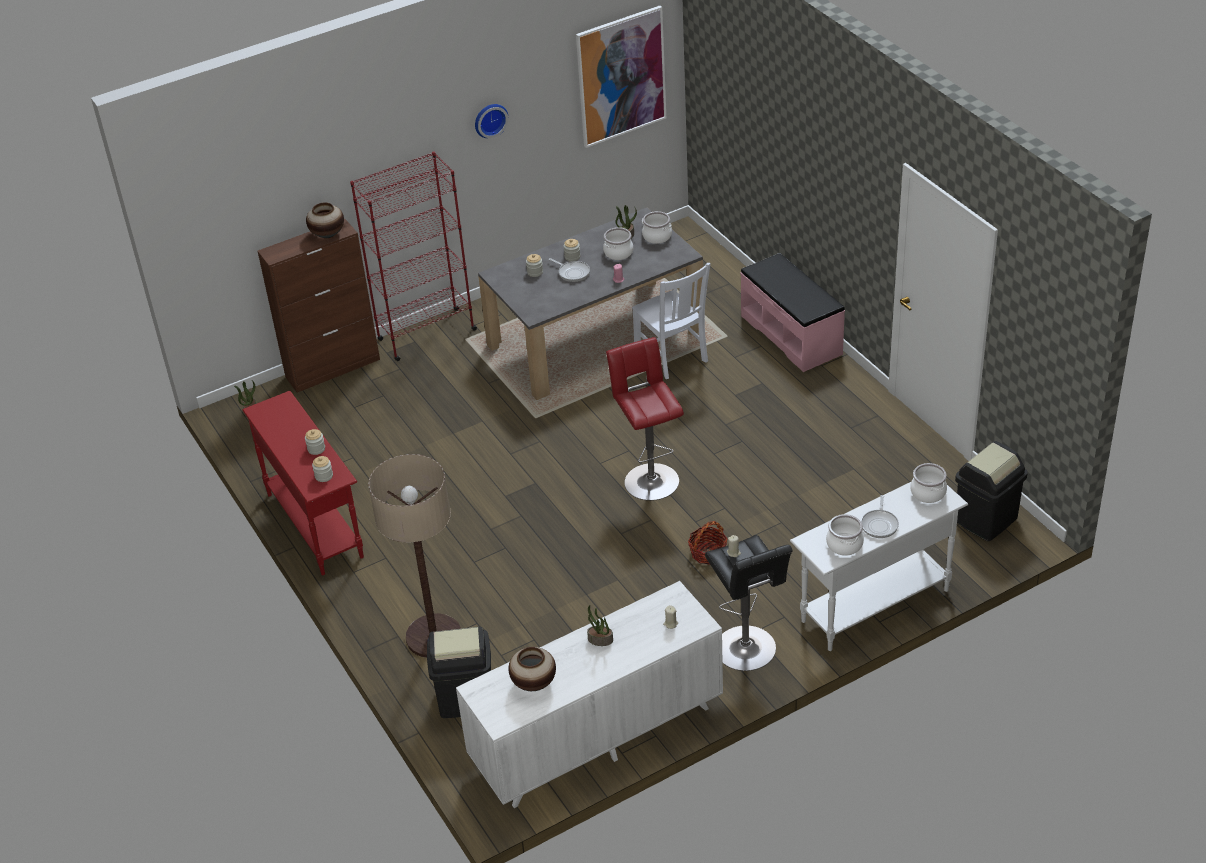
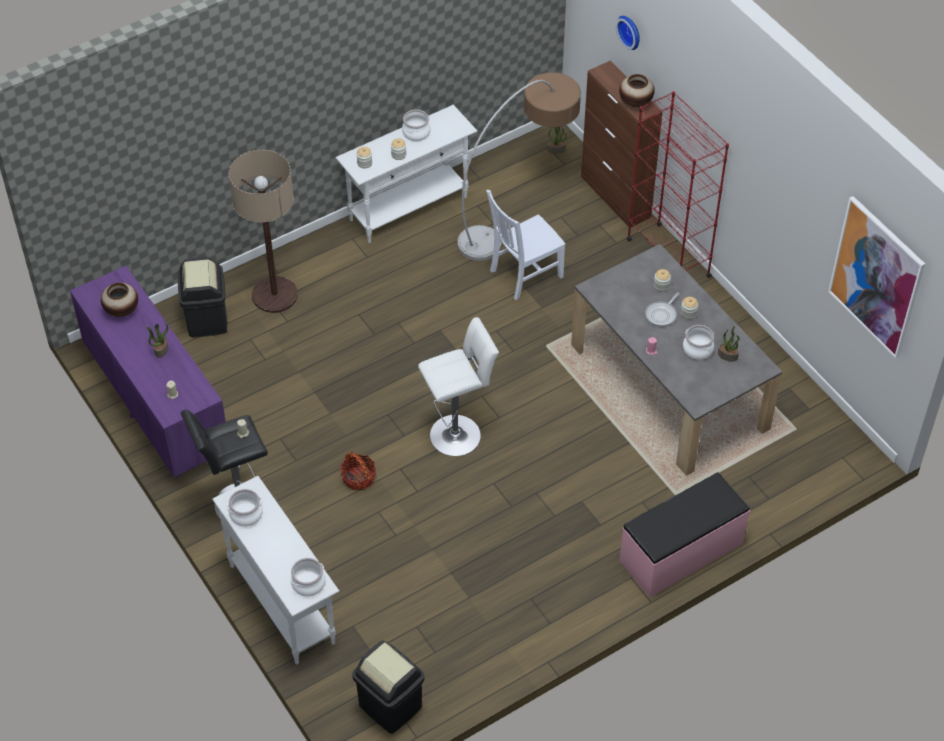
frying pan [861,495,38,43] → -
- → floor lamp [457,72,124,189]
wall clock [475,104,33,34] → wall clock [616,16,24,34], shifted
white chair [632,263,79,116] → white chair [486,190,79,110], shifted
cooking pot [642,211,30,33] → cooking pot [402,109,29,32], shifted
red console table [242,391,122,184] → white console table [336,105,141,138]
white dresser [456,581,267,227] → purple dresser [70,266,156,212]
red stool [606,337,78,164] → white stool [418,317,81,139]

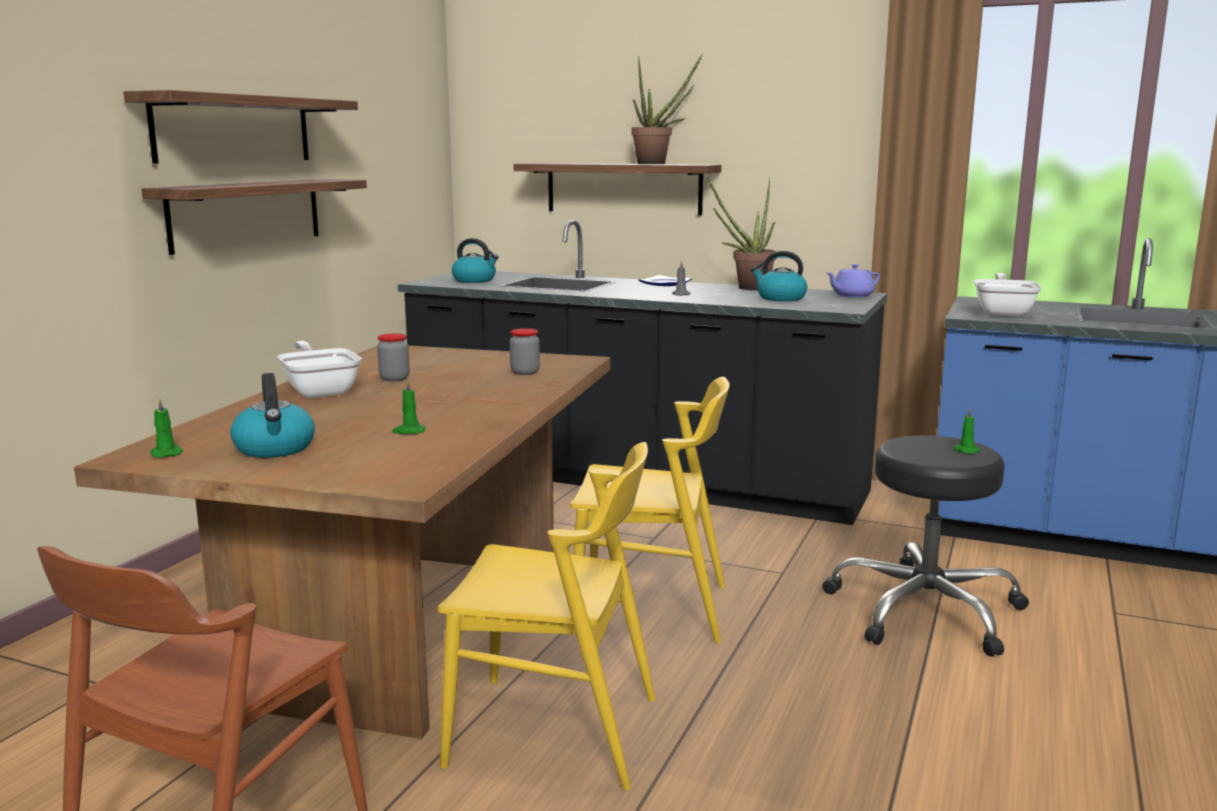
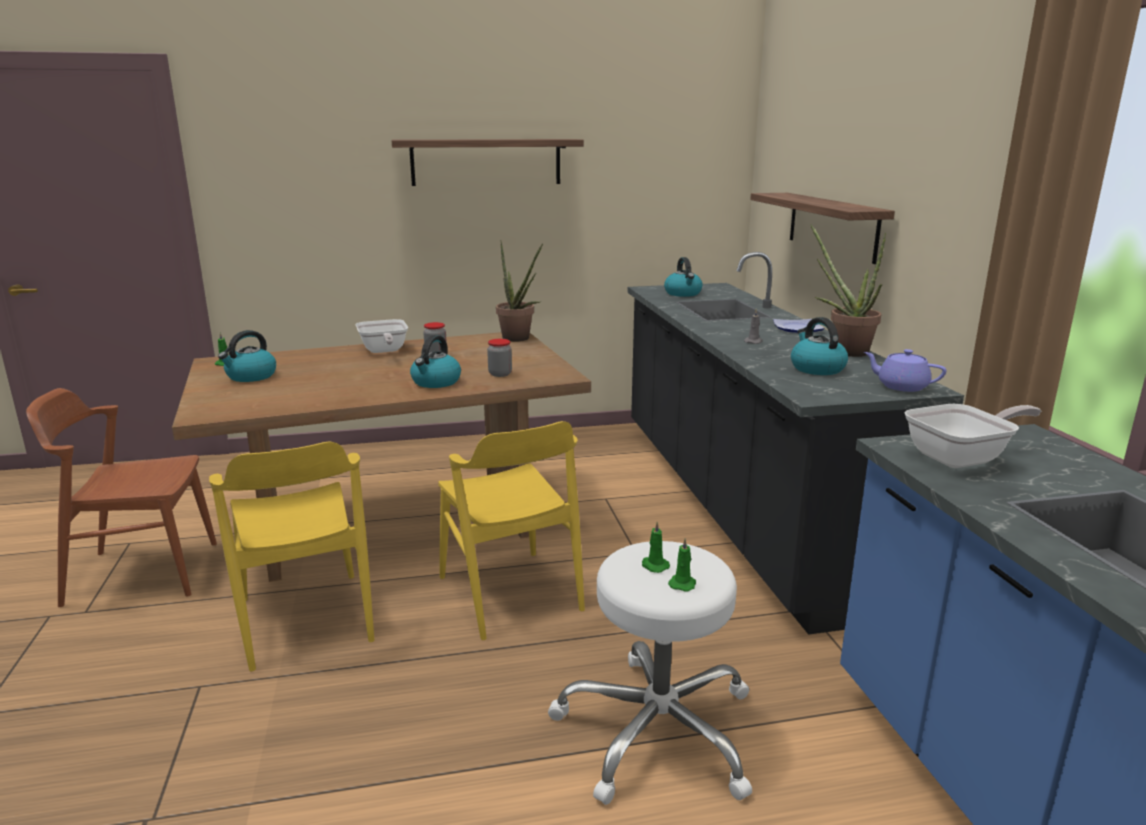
shelf [141,179,226,76] → -
- → kettle [410,335,51,53]
green candle [392,379,34,55] → green candle [642,521,28,52], shifted
potted plant [631,54,72,110] → potted plant [496,240,47,102], shifted
black stool [822,435,207,221] → white stool [548,541,204,264]
frying pan [277,341,85,57] → frying pan [355,319,53,34], 135 degrees clockwise

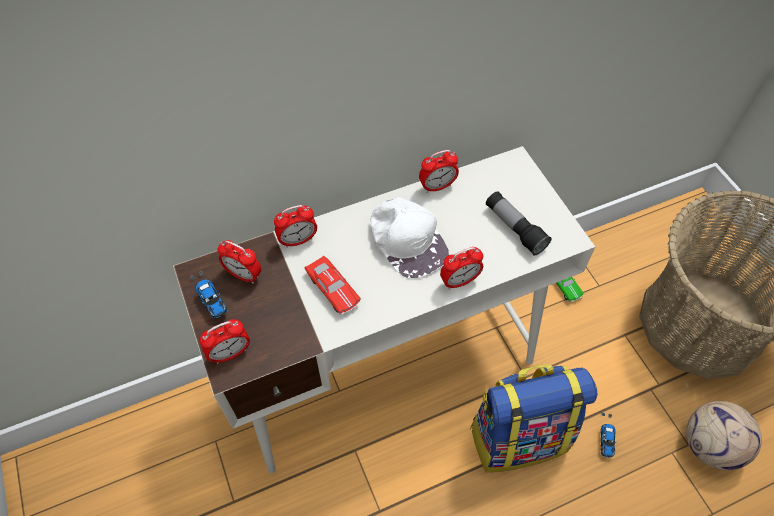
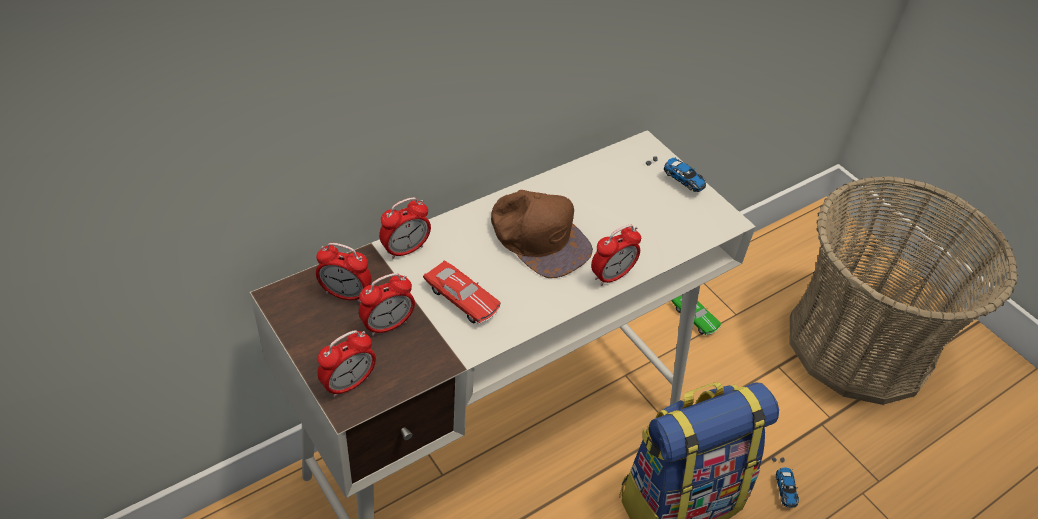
flashlight [486,191,66,65] → -
football [686,401,76,69] → -
toy car [190,271,37,48] → toy car [646,157,60,35], shifted
alarm clock [419,150,40,43] → alarm clock [359,273,56,63], shifted
white cap [371,197,78,82] → brown cap [491,190,102,88]

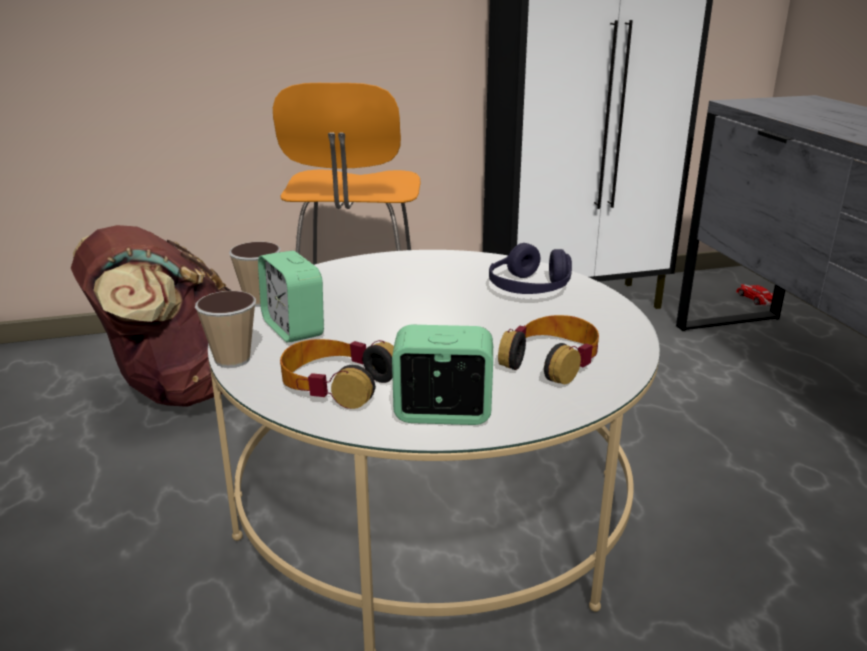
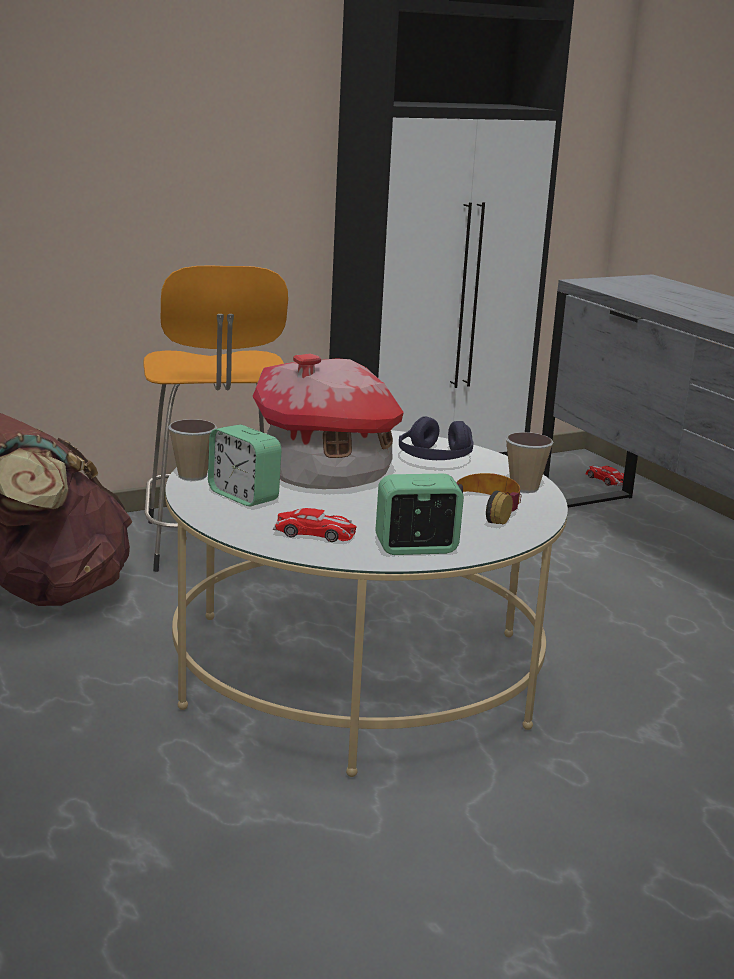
- → toy house [252,353,152,136]
cup [195,291,61,77] → cup [506,432,48,61], shifted
headphones [280,339,114,70] → toy car [273,508,83,34]

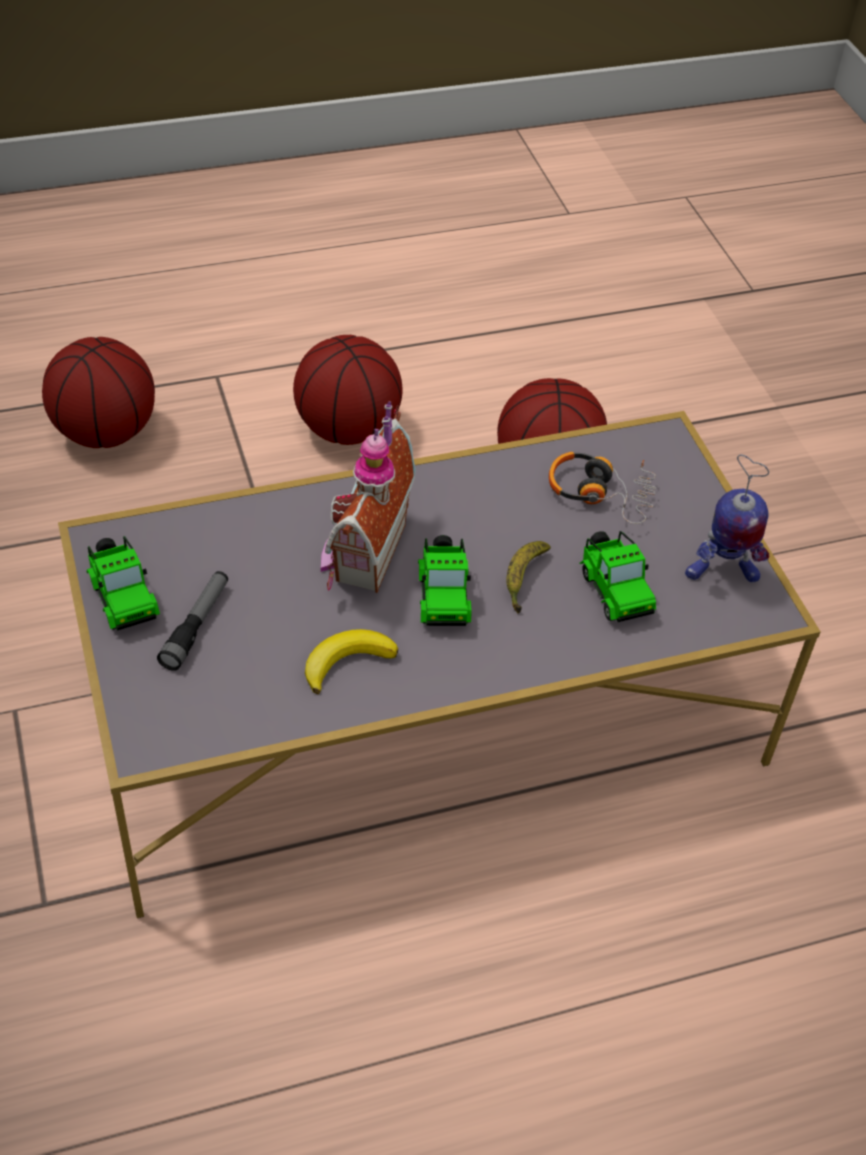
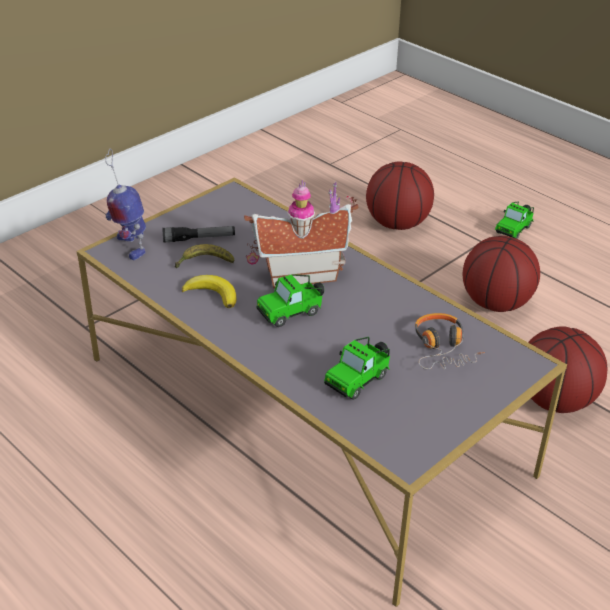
toy car [87,536,73,94] → toy car [495,202,39,37], shifted
banana [506,541,45,73] → banana [175,244,60,24], shifted
toy robot [685,455,84,128] → toy robot [105,148,41,112], shifted

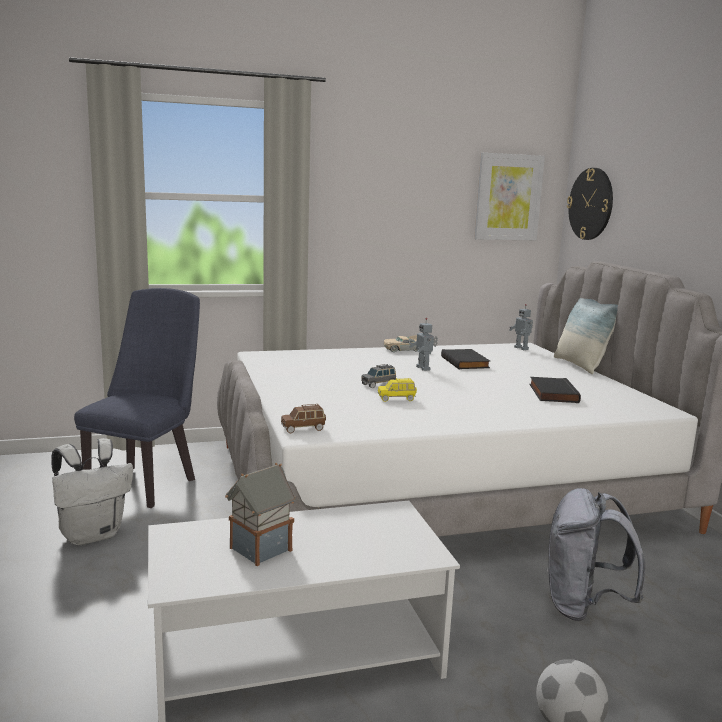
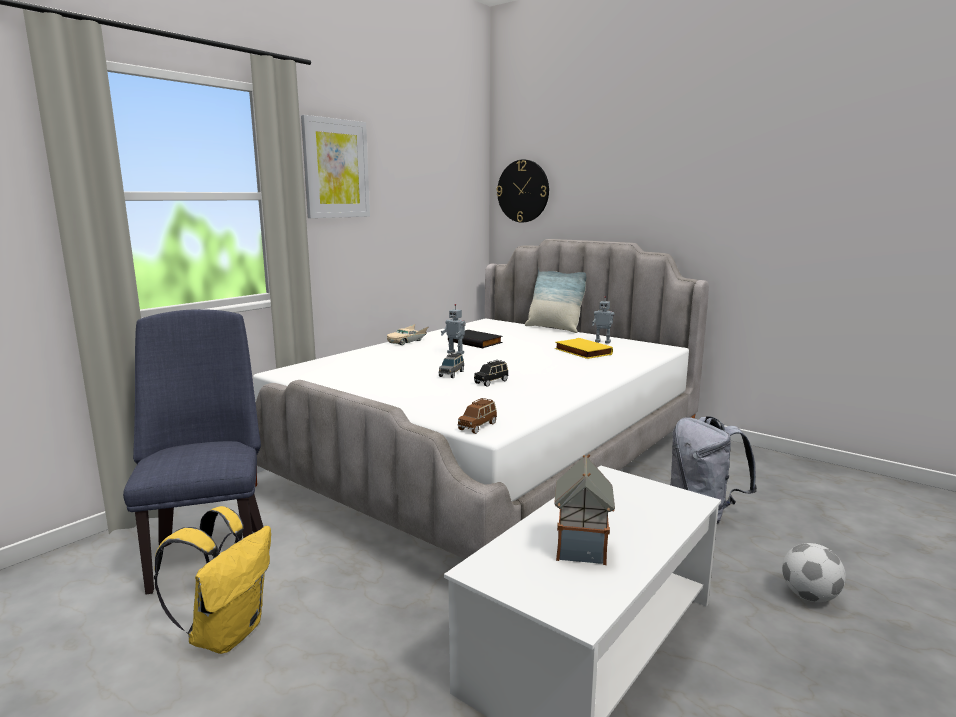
picture [474,153,71,87] → picture [301,115,69,103], shifted
toy robot [510,304,23,46] → toy robot [592,296,23,48], shifted
white backpack [51,438,82,107] → yellow backpack [154,506,117,148]
yellow toy car [378,378,39,24] → black toy car [474,360,34,26]
black book [529,377,52,26] → yellow book [555,338,58,21]

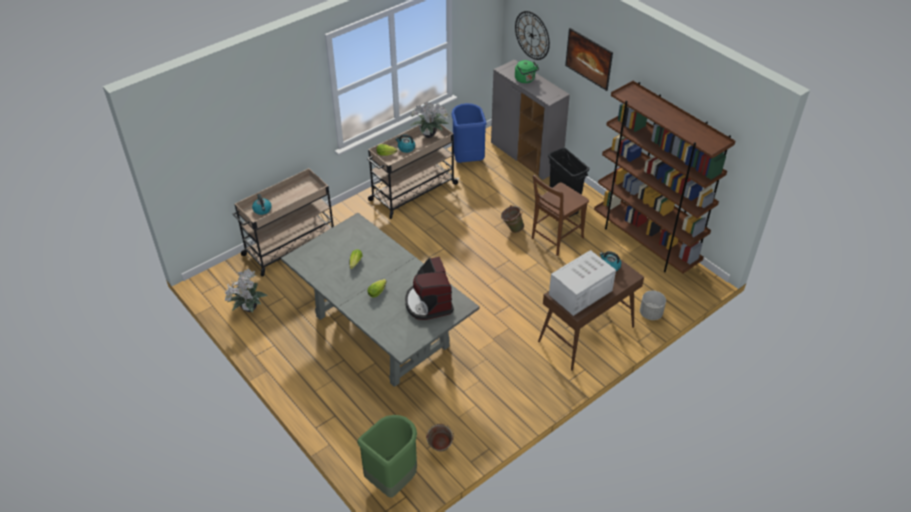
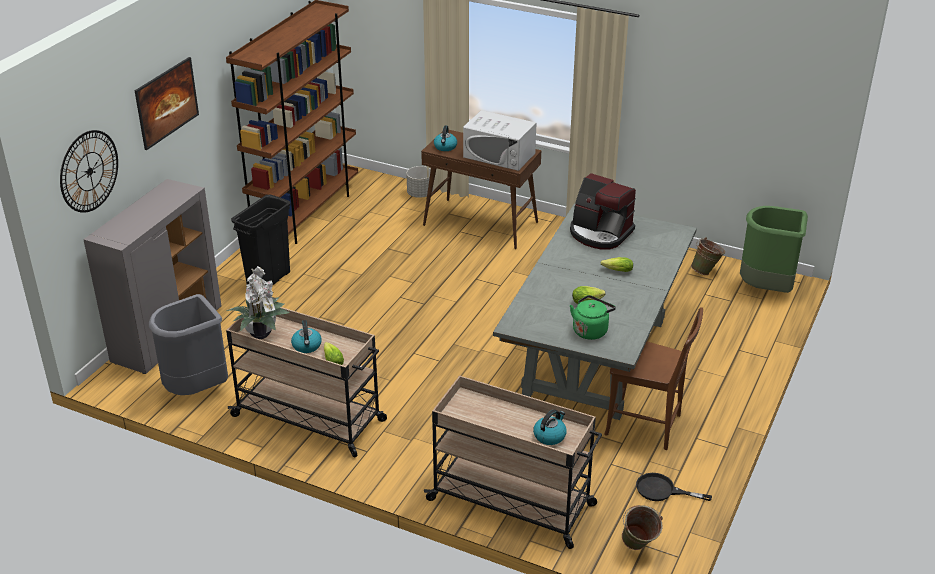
green bucket [501,205,23,28] → green bucket [622,505,41,45], shifted
green kettle [515,60,24,23] → green kettle [570,295,46,45], shifted
brown chair [532,175,57,81] → brown chair [604,307,99,143], shifted
potted plant [225,269,43,44] → black frying pan [636,473,76,28]
blue trash can [452,103,35,60] → grey trash can [149,294,79,101]
coffee machine [405,257,49,63] → coffee machine [570,173,66,77], 75 degrees clockwise

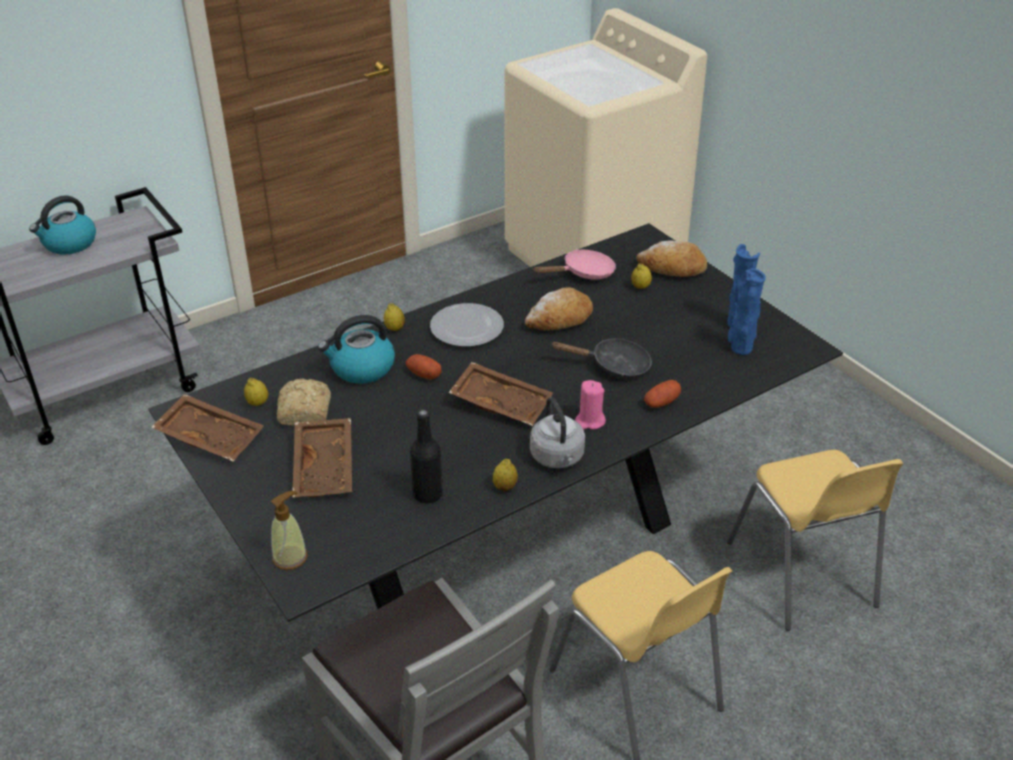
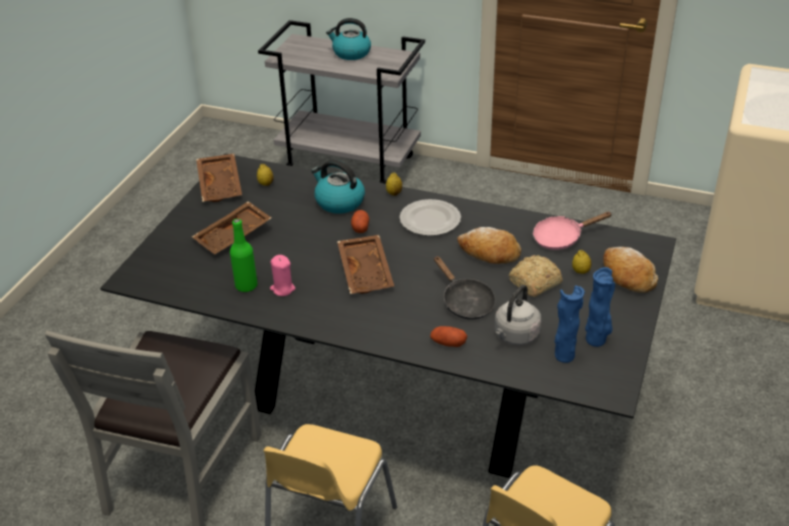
soap dispenser [271,491,37,79] → -
lemon [493,459,25,32] → -
bread [277,379,54,46] → bread [509,255,53,42], shifted
grey kettle [530,397,55,71] → grey kettle [495,285,46,60], shifted
pink candle [575,380,31,50] → pink candle [270,255,26,41], shifted
black bottle [410,409,33,95] → green bottle [230,219,27,73]
pink frying pan [532,249,84,31] → pink frying pan [533,212,79,38], 135 degrees clockwise

